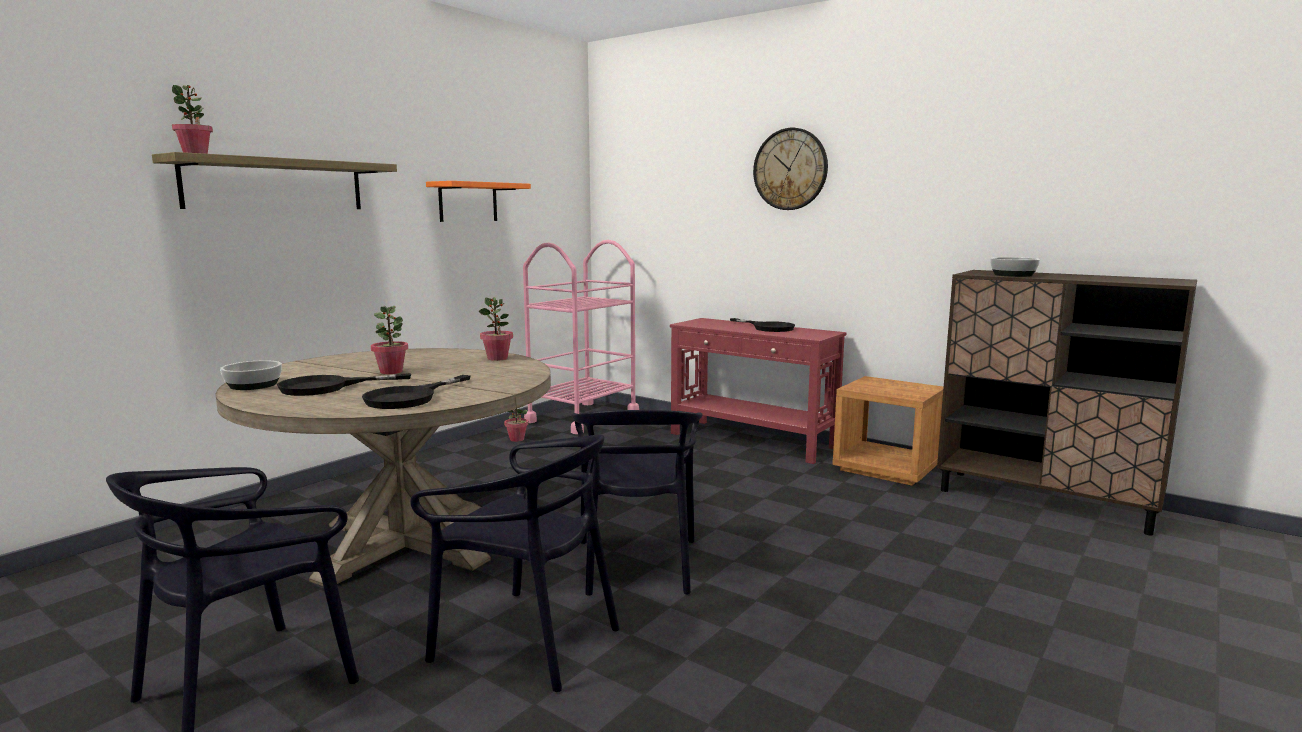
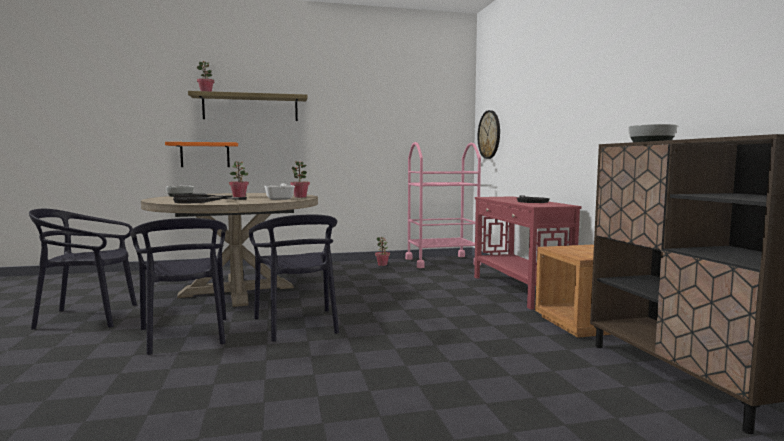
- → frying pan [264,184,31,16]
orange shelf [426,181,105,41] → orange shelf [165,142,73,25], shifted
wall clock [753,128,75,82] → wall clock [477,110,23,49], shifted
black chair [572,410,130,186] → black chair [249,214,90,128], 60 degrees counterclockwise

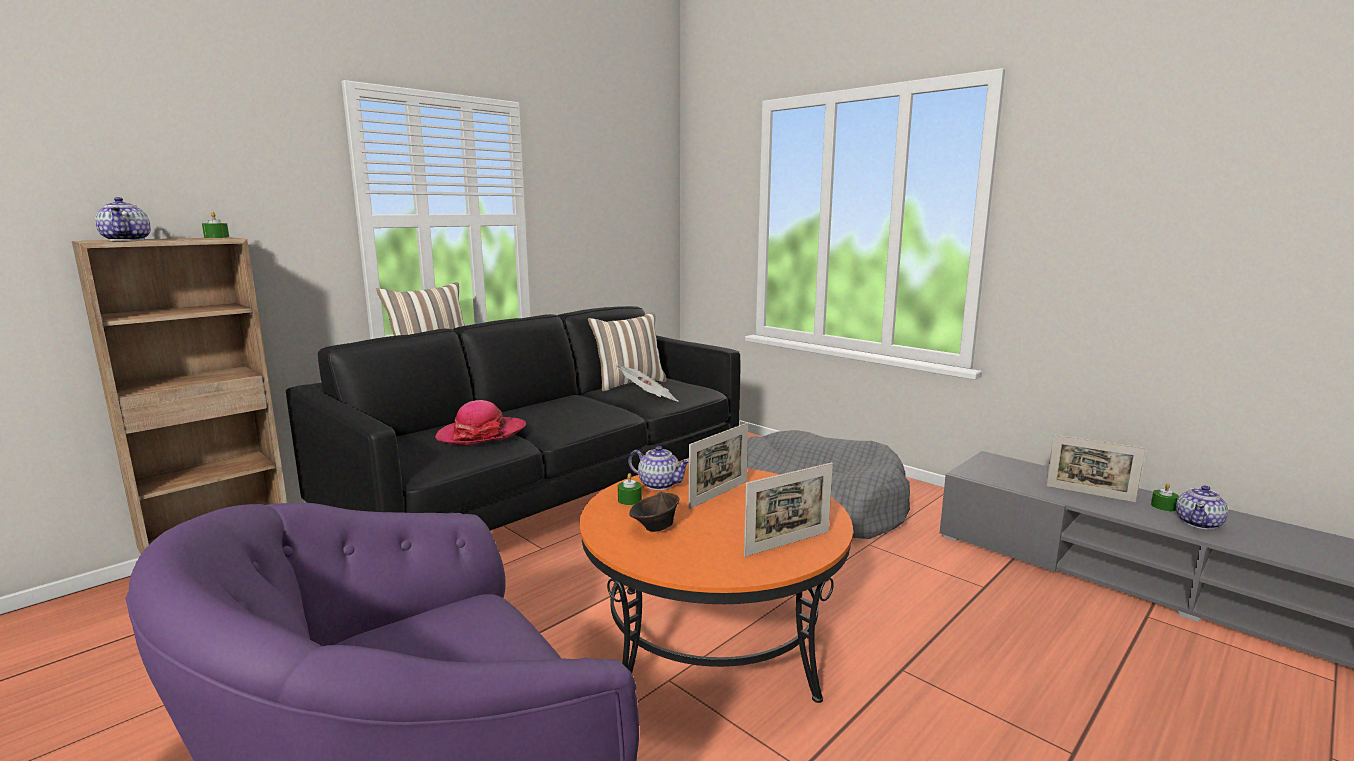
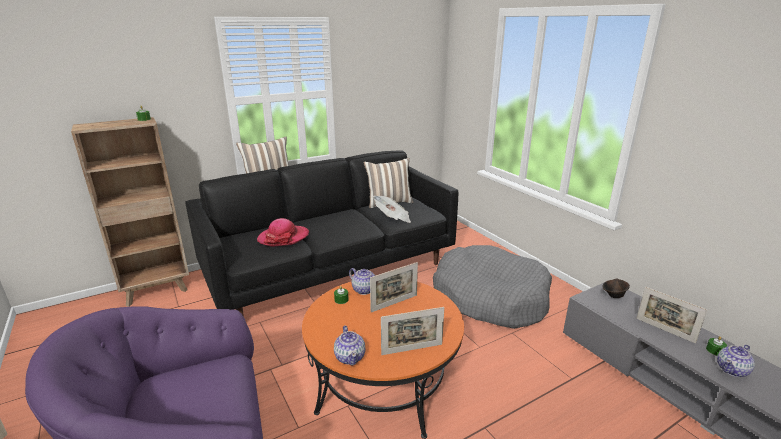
teapot [95,197,56,44] → teapot [334,326,31,40], shifted
brown bowl [629,492,51,40] → brown bowl [602,278,28,20], shifted

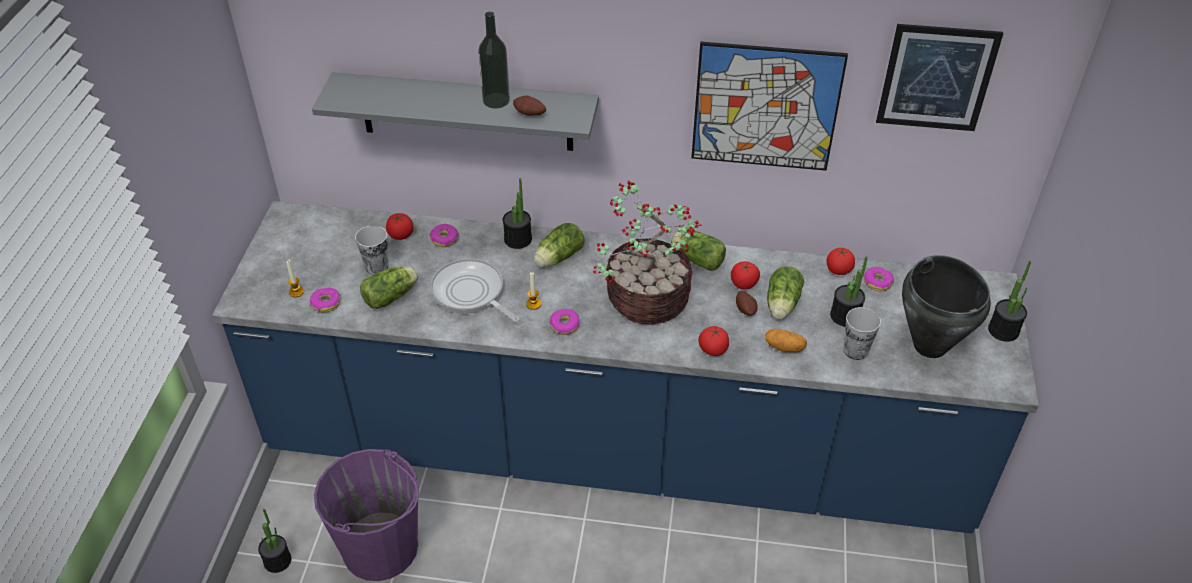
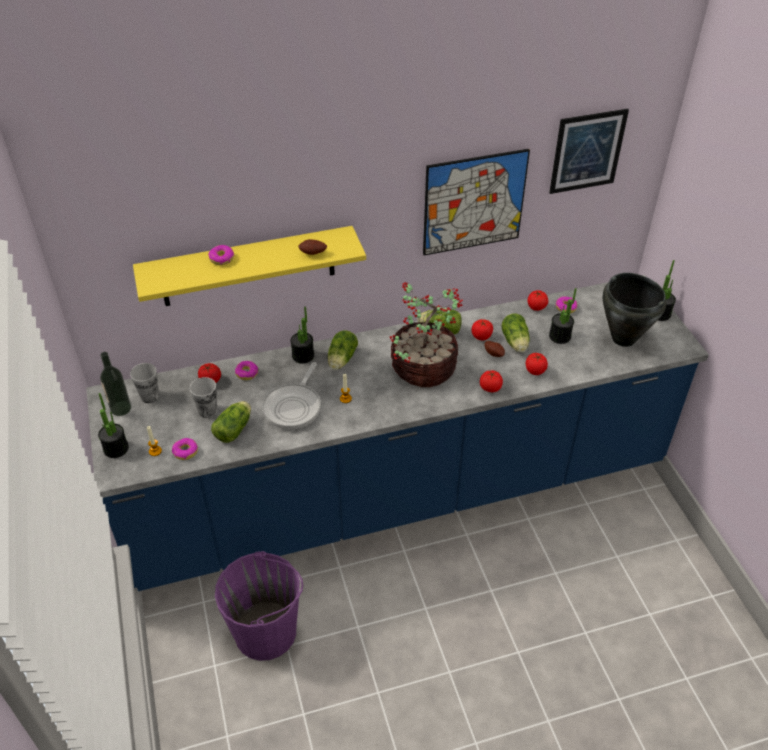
potted plant [258,508,33,65] → potted plant [98,393,31,65], shifted
bottle [478,12,32,96] → bottle [100,352,31,64], shifted
donut [550,309,30,26] → donut [208,245,27,20], shifted
cup [844,307,37,53] → cup [130,363,29,40], shifted
potato [765,329,42,23] → tomato [526,353,22,22]
grey shelf [312,72,287,79] → yellow shelf [133,226,233,80]
frying pan [431,259,89,63] → frying pan [262,362,59,67], 90 degrees counterclockwise

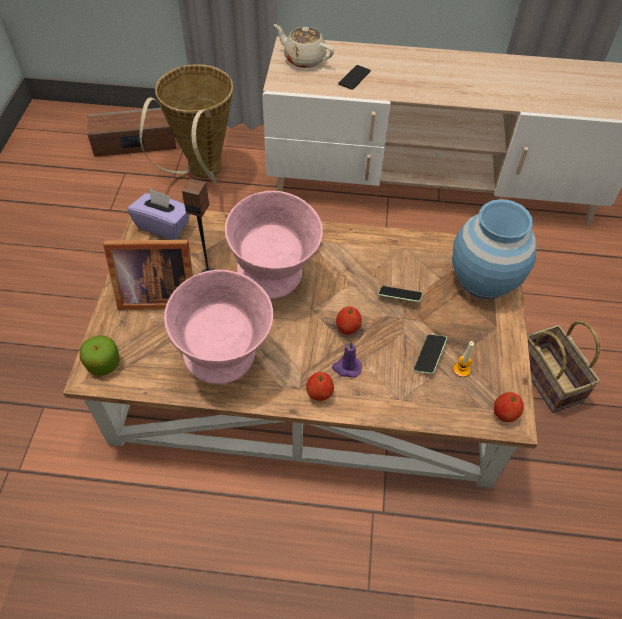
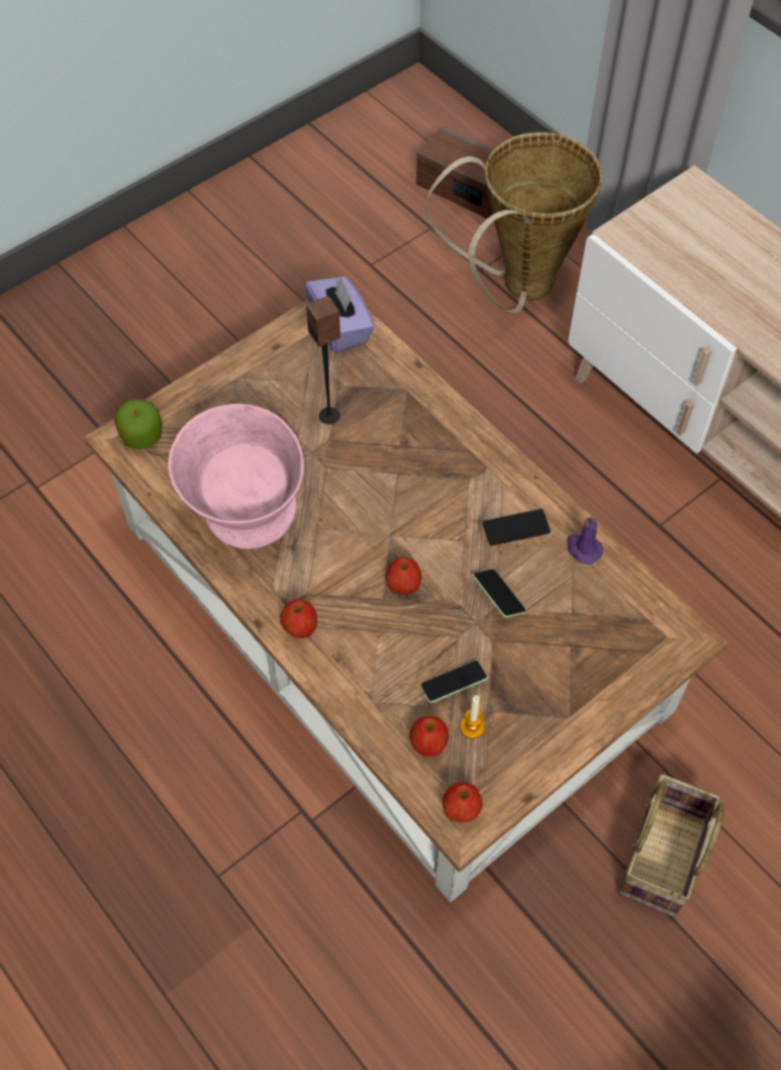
picture frame [103,240,90,70] → -
pink bowl [225,191,98,108] → -
beige teapot [274,24,60,44] → -
blue vase [452,199,84,100] → -
- → apple [410,716,39,40]
purple candle [332,341,30,37] → purple candle [567,516,36,48], shifted
phone [338,65,33,25] → phone [482,509,68,36], shifted

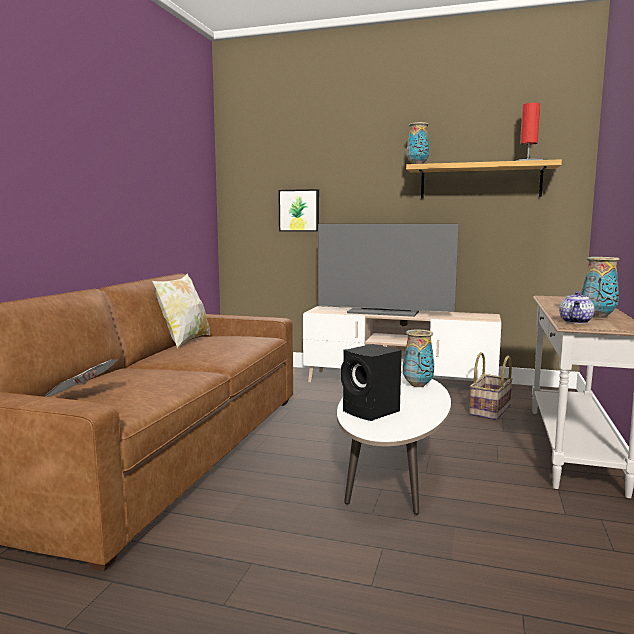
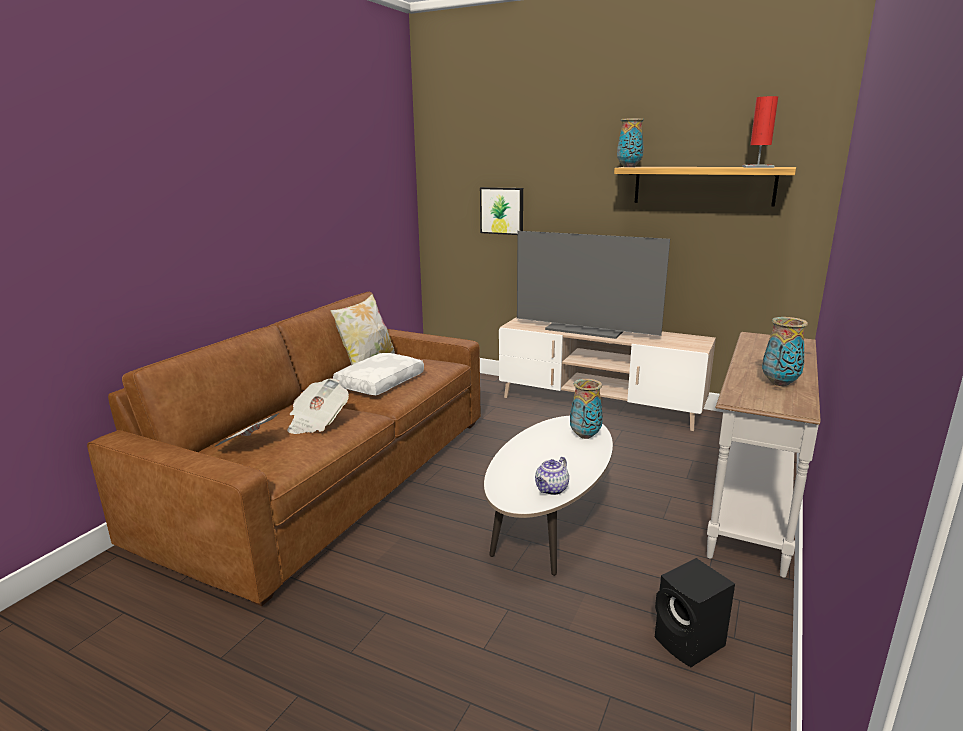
basket [469,352,44,68] → -
- → newspaper [287,378,62,56]
- → white pillow [333,353,91,42]
black speaker [341,344,61,77] → black speaker [655,558,80,109], shifted
teapot [559,291,36,33] → teapot [535,457,34,38], shifted

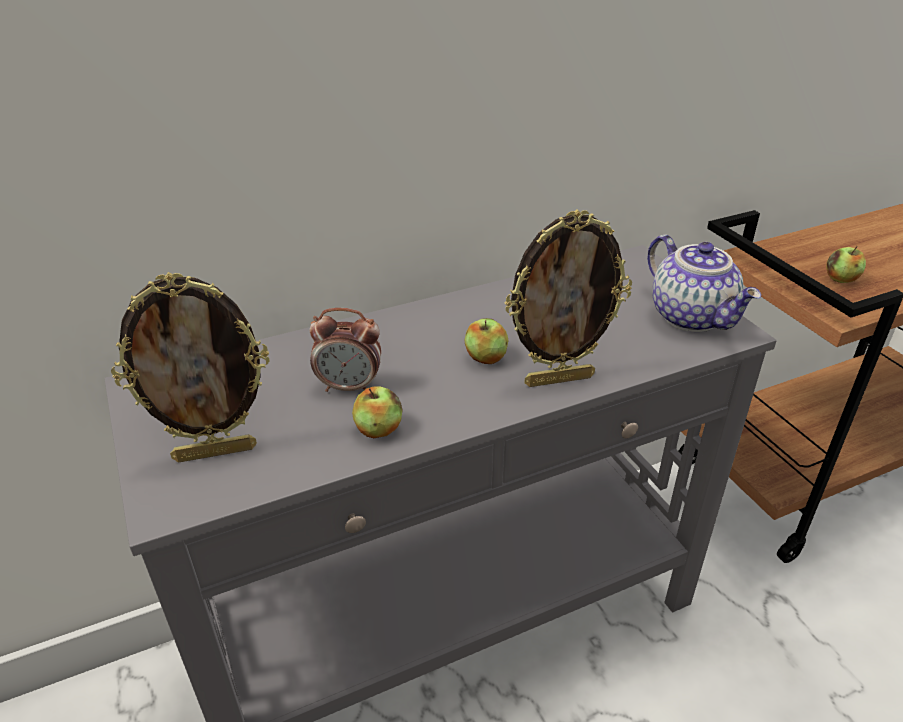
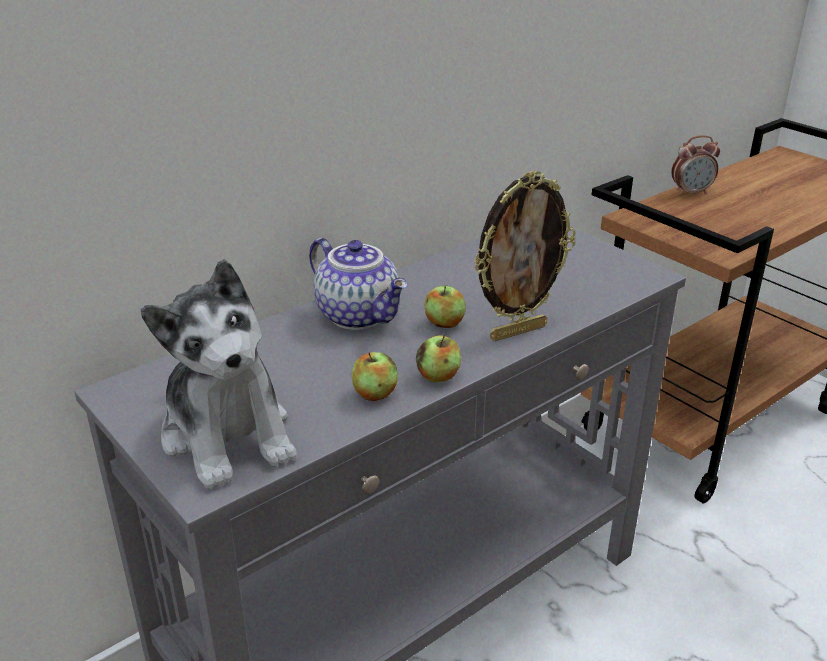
alarm clock [310,308,71,84] → alarm clock [671,135,49,61], shifted
teapot [647,235,114,97] → teapot [309,238,99,92], shifted
apple [826,246,40,37] → apple [416,335,45,48], shifted
picture frame [111,272,158,191] → plush toy [141,259,156,230]

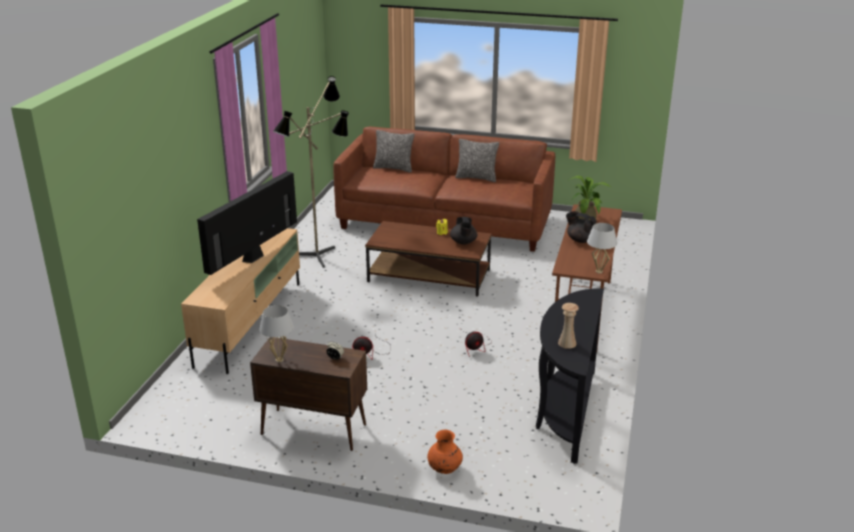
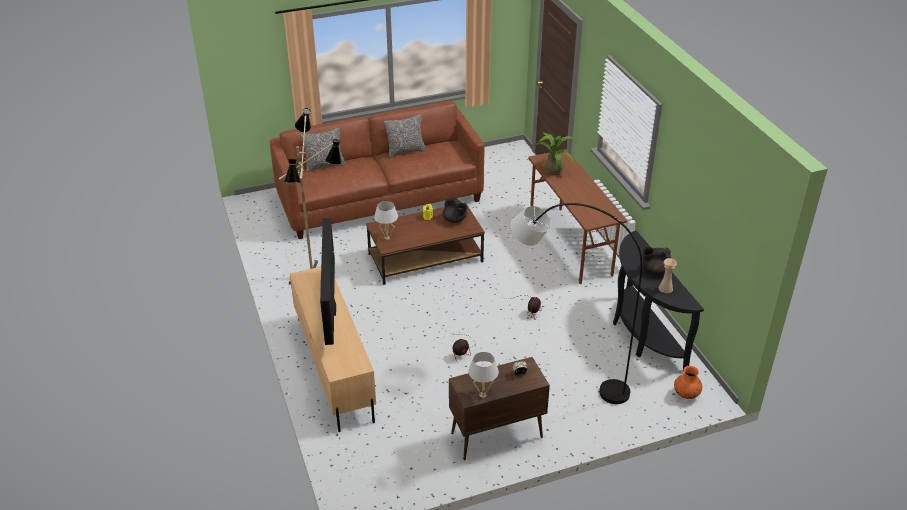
- → grey floor lamp [511,203,131,201]
orange vase [427,430,36,44] → orange vase [674,366,28,33], shifted
black teapot [566,211,30,32] → black teapot [642,247,29,28], shifted
white table lamp [587,223,30,50] → white table lamp [374,201,24,39], shifted

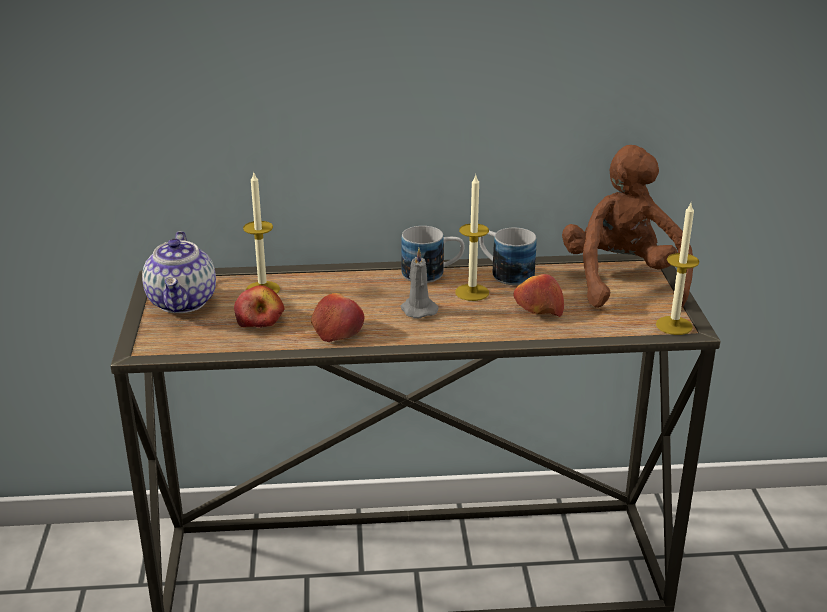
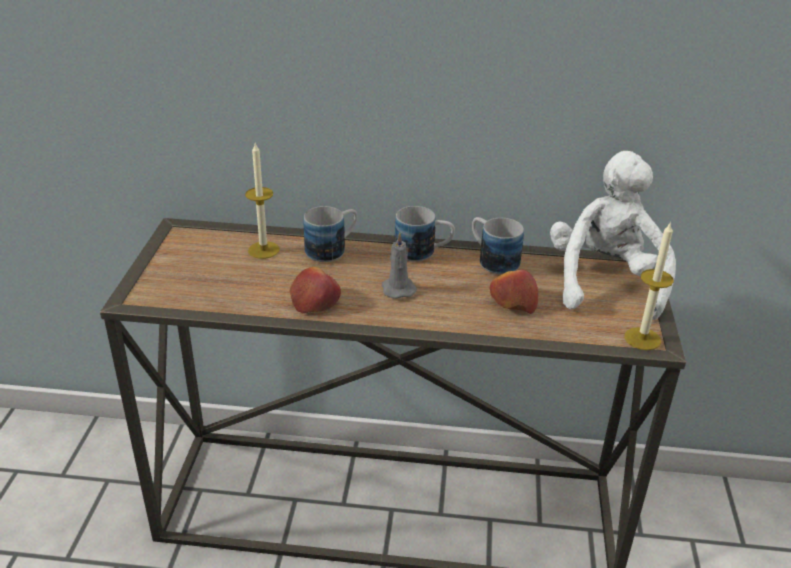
teapot [142,231,74,82] → -
apple [234,285,51,43] → -
candle [455,175,34,126] → -
- → mug [304,206,54,56]
brown plush toy [562,145,131,163] → white plush toy [550,151,126,169]

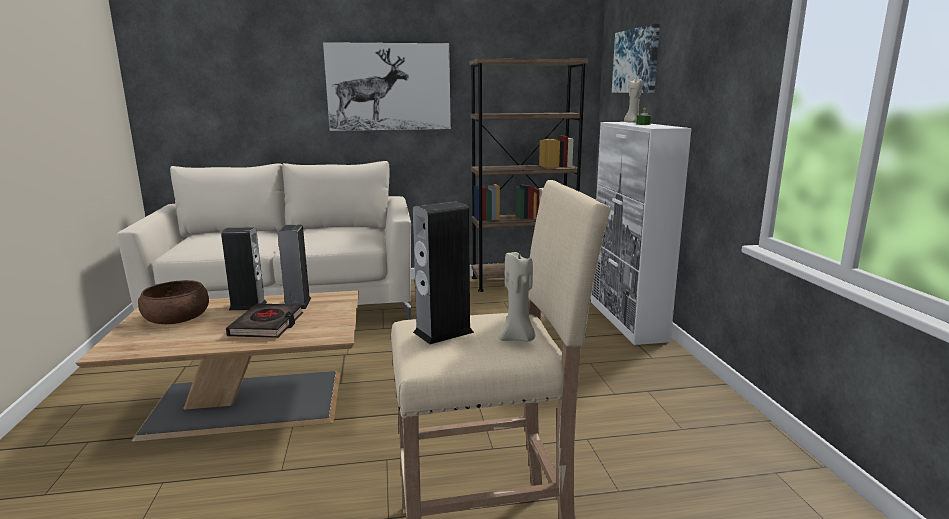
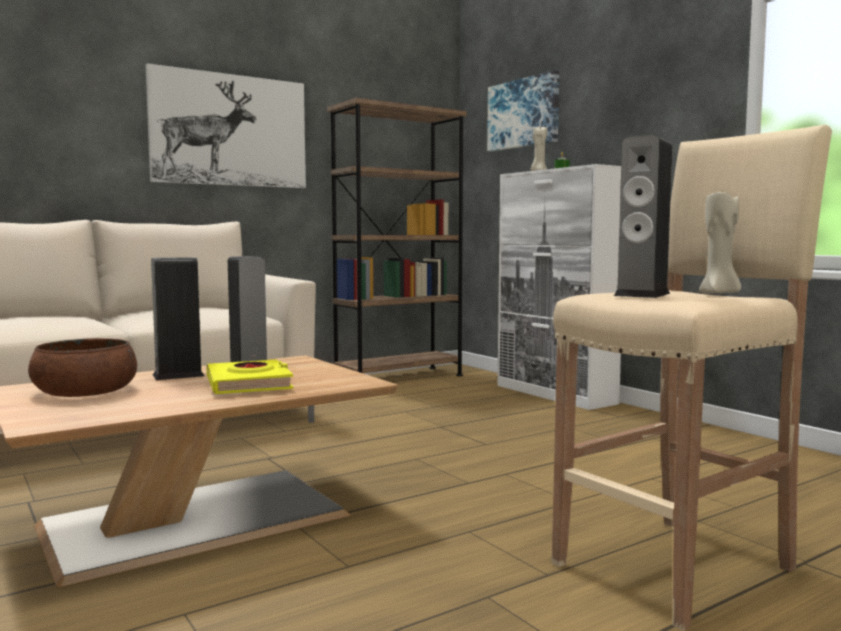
black book [226,304,77,34] → yellow book [206,359,87,35]

